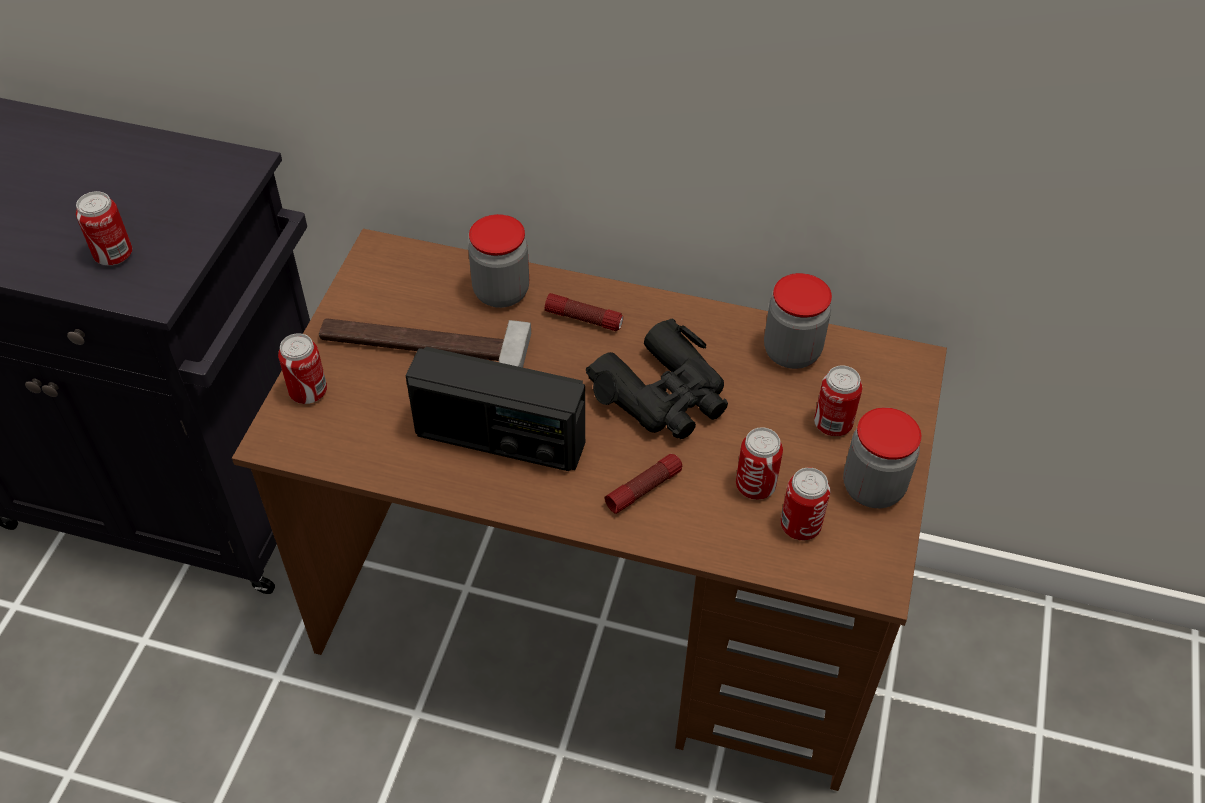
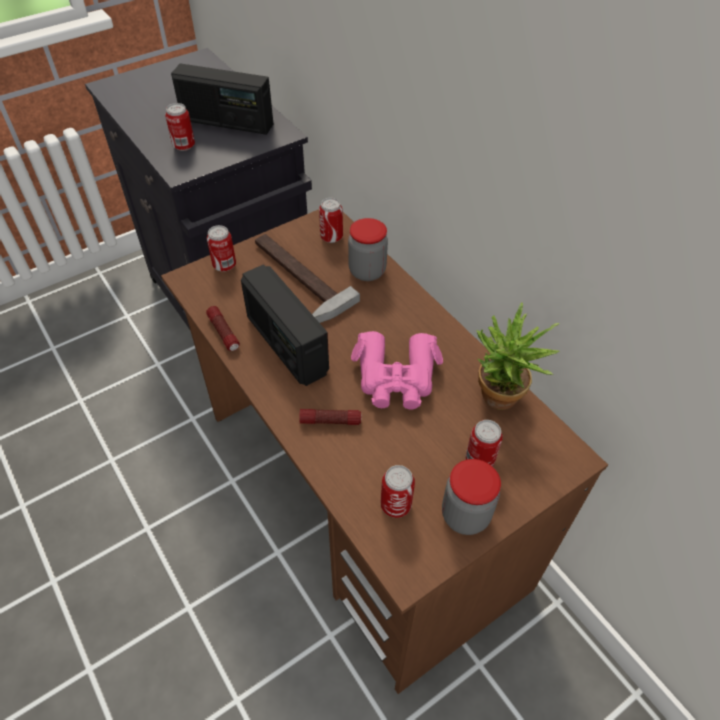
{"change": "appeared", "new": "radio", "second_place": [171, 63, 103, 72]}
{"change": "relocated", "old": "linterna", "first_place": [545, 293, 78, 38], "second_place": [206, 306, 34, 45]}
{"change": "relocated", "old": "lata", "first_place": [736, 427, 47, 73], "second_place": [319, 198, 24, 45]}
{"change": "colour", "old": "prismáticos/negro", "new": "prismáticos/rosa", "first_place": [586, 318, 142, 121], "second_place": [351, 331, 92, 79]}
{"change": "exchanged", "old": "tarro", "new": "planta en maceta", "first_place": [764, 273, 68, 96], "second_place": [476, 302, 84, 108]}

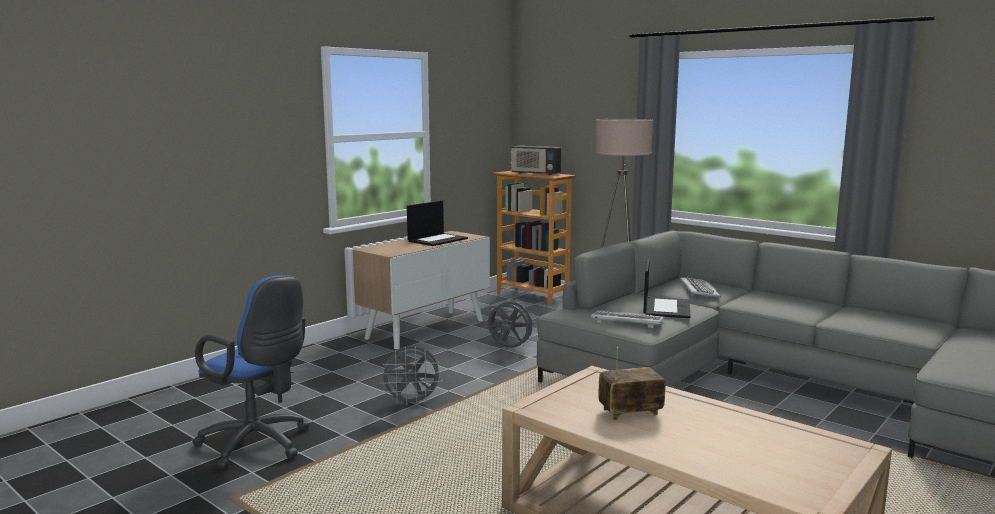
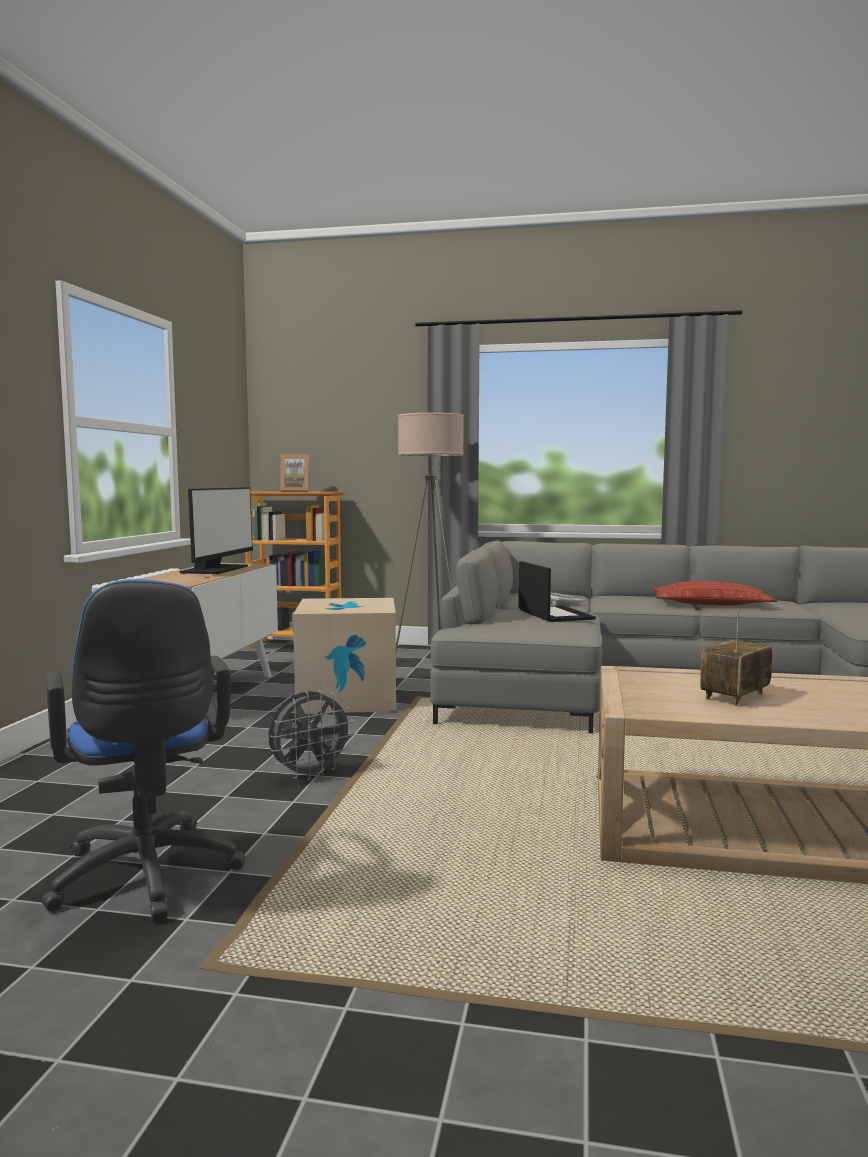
{"change": "spun", "old": "silla de oficina/azul", "first_place": [192, 275, 117, 194], "second_place": [41, 579, 204, 343], "degrees": 60}
{"change": "exchanged", "old": "portátil", "new": "monitor", "first_place": [407, 200, 61, 46], "second_place": [180, 487, 73, 87]}
{"change": "exchanged", "old": "radio", "new": "portarretratos", "first_place": [511, 146, 50, 29], "second_place": [280, 454, 28, 38]}
{"change": "exchanged", "old": "ventilador/gris", "new": "caja de cartón", "first_place": [488, 298, 48, 50], "second_place": [293, 598, 103, 116]}
{"change": "appeared", "new": "cojín", "second_place": [653, 581, 124, 24]}
{"change": "missing", "old": "teclado", "first_place": [590, 310, 74, 18]}

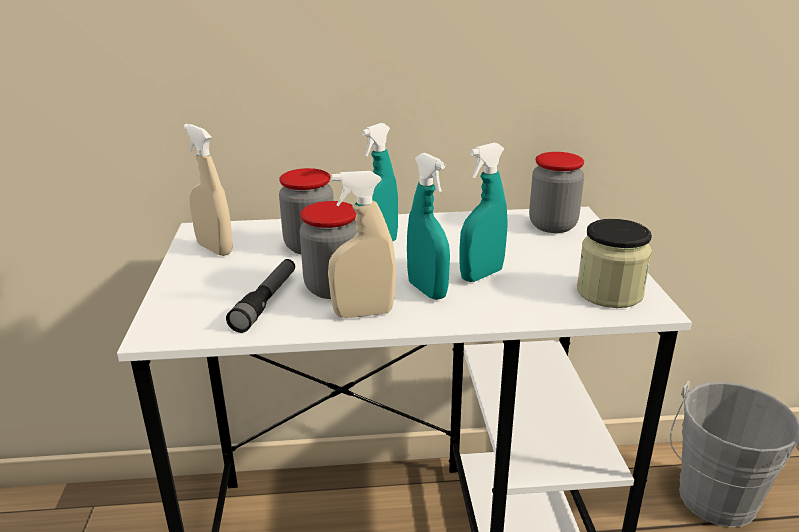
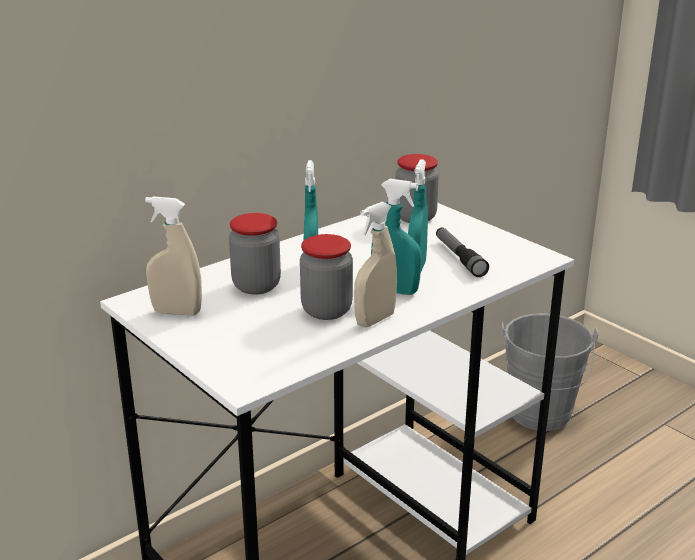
{"change": "relocated", "old": "linterna", "first_place": [226, 259, 69, 74], "second_place": [436, 227, 53, 50]}
{"change": "missing", "old": "tarro", "first_place": [577, 219, 75, 89]}

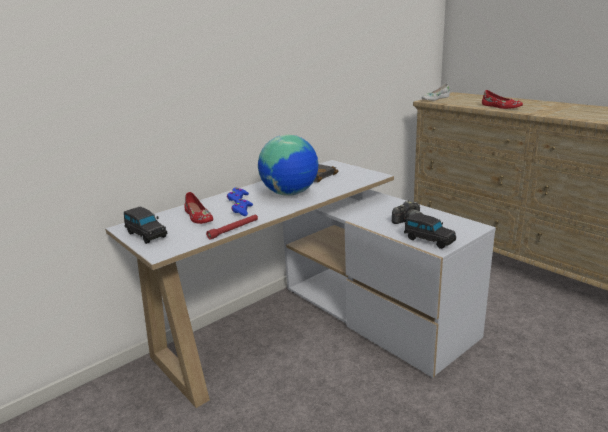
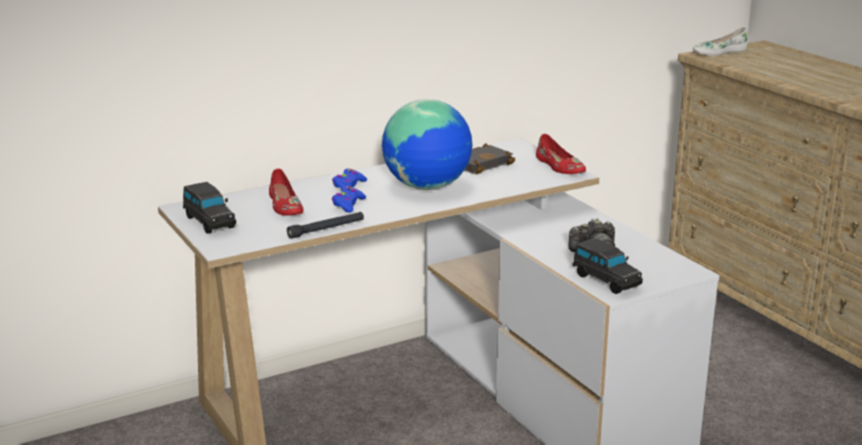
{"change": "colour", "old": "linterna/rojo", "new": "linterna/negro", "first_place": [206, 214, 52, 26], "second_place": [287, 212, 77, 27]}
{"change": "relocated", "old": "zapato/rojo", "first_place": [482, 90, 41, 19], "second_place": [536, 134, 50, 40]}

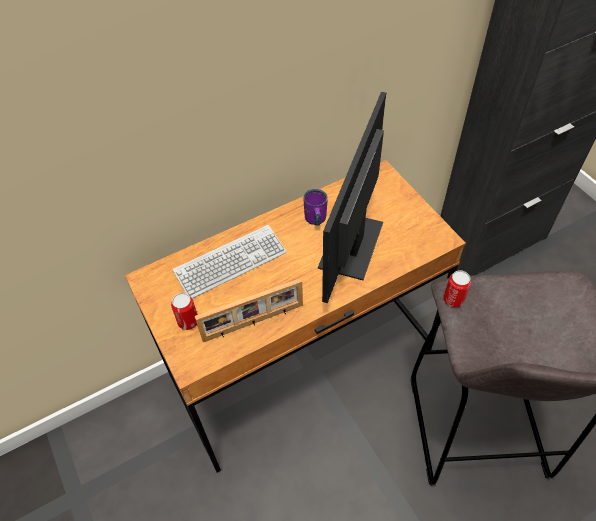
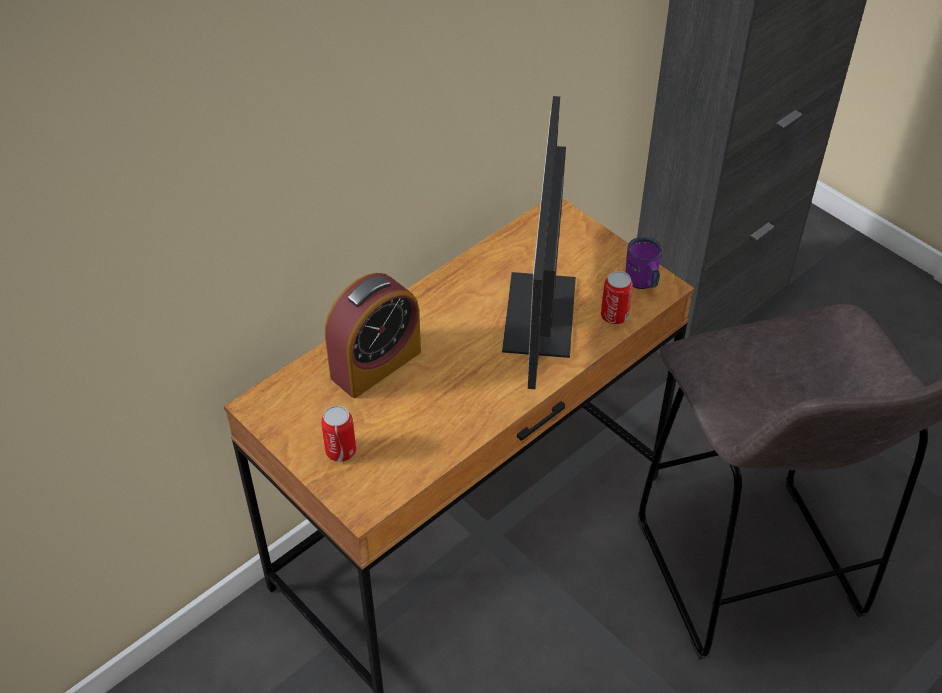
{"change": "exchanged", "old": "teclado", "new": "despertador", "first_place": [173, 225, 114, 73], "second_place": [325, 273, 96, 125]}
{"change": "relocated", "old": "lata", "first_place": [444, 270, 27, 38], "second_place": [601, 271, 32, 53]}
{"change": "relocated", "old": "taza grande/morado", "first_place": [303, 189, 25, 36], "second_place": [625, 237, 37, 52]}
{"change": "missing", "old": "portarretratos", "first_place": [195, 278, 108, 64]}

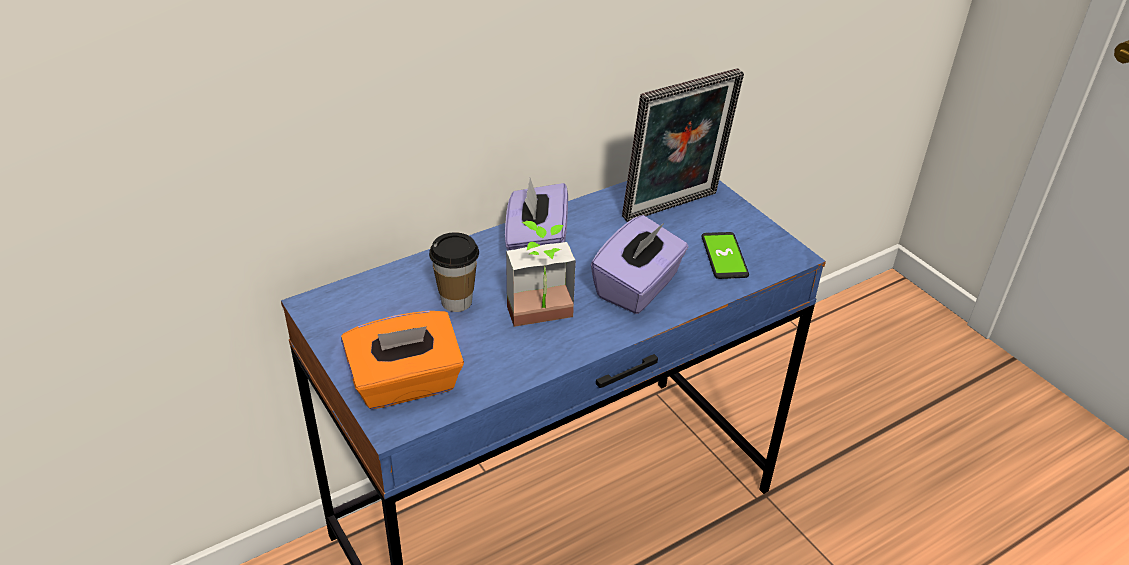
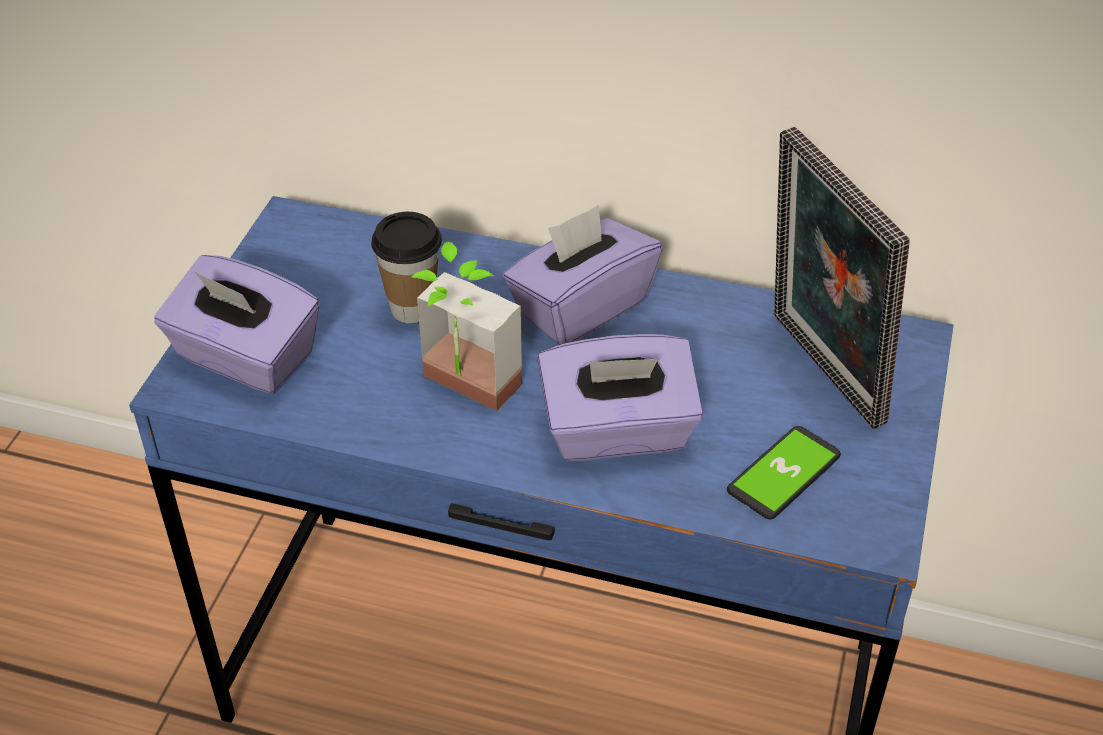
{"change": "colour", "old": "caja de pañuelos/naranja", "new": "caja de pañuelos/morado", "first_place": [341, 311, 123, 98], "second_place": [154, 255, 166, 139]}
{"change": "spun", "old": "portarretratos", "first_place": [622, 68, 122, 154], "second_place": [774, 126, 135, 303], "degrees": 45}

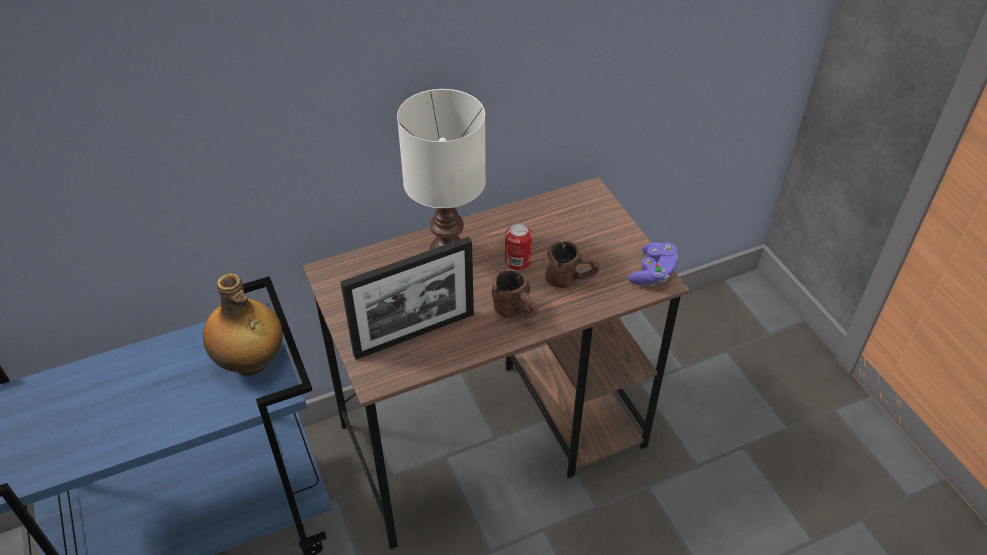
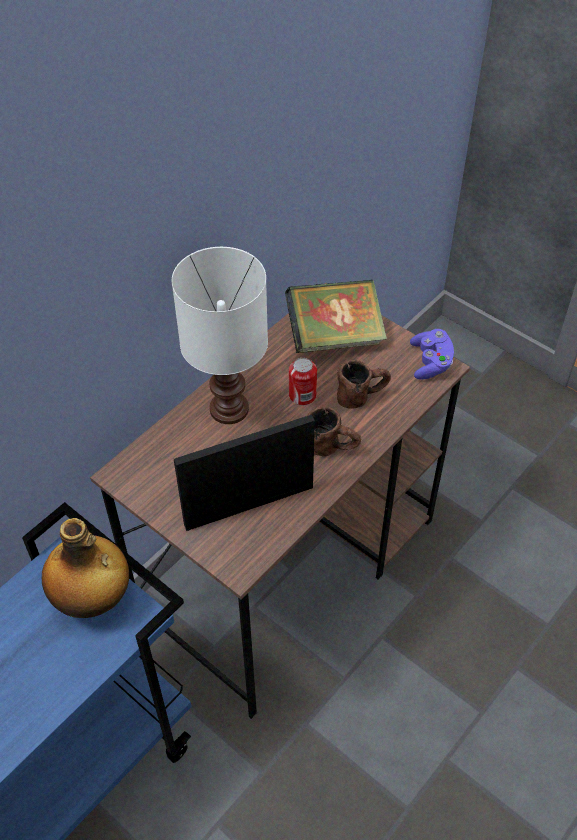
{"change": "spun", "old": "portarretratos", "first_place": [340, 237, 134, 123], "second_place": [174, 415, 141, 116], "degrees": -150}
{"change": "appeared", "new": "libro", "second_place": [285, 279, 102, 74]}

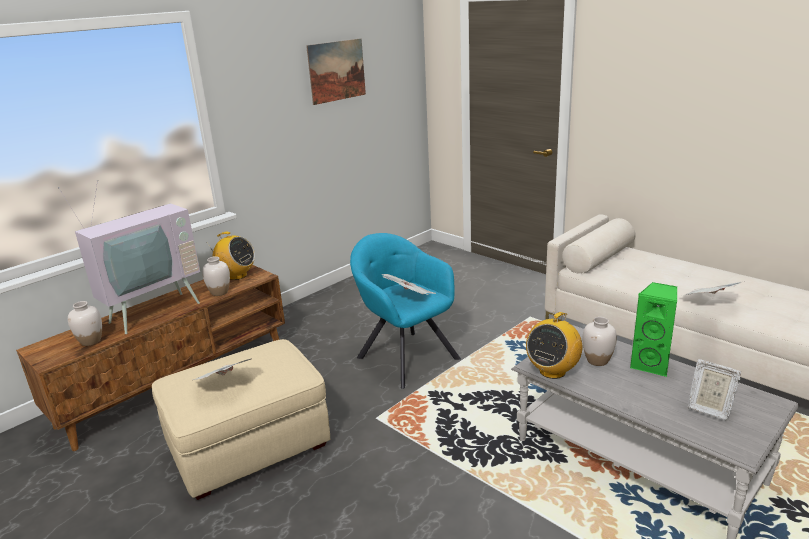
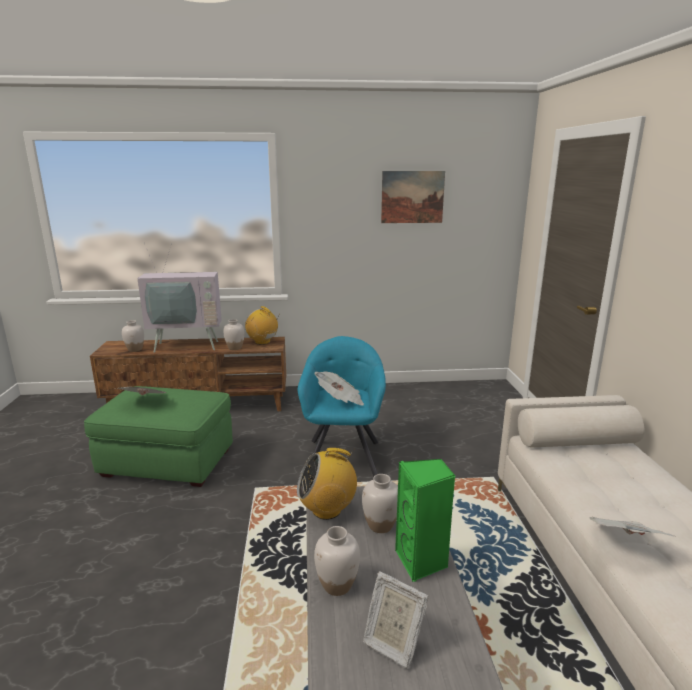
{"change": "colour", "old": "puf/beis", "new": "puf/verde", "first_place": [152, 339, 178, 161], "second_place": [84, 386, 149, 101]}
{"change": "spun", "old": "radio", "first_place": [206, 232, 49, 48], "second_place": [245, 306, 35, 39], "degrees": 150}
{"change": "appeared", "new": "florero/blanco", "second_place": [314, 526, 46, 70]}
{"change": "spun", "old": "portarretratos", "first_place": [688, 359, 53, 62], "second_place": [363, 571, 65, 98], "degrees": -45}

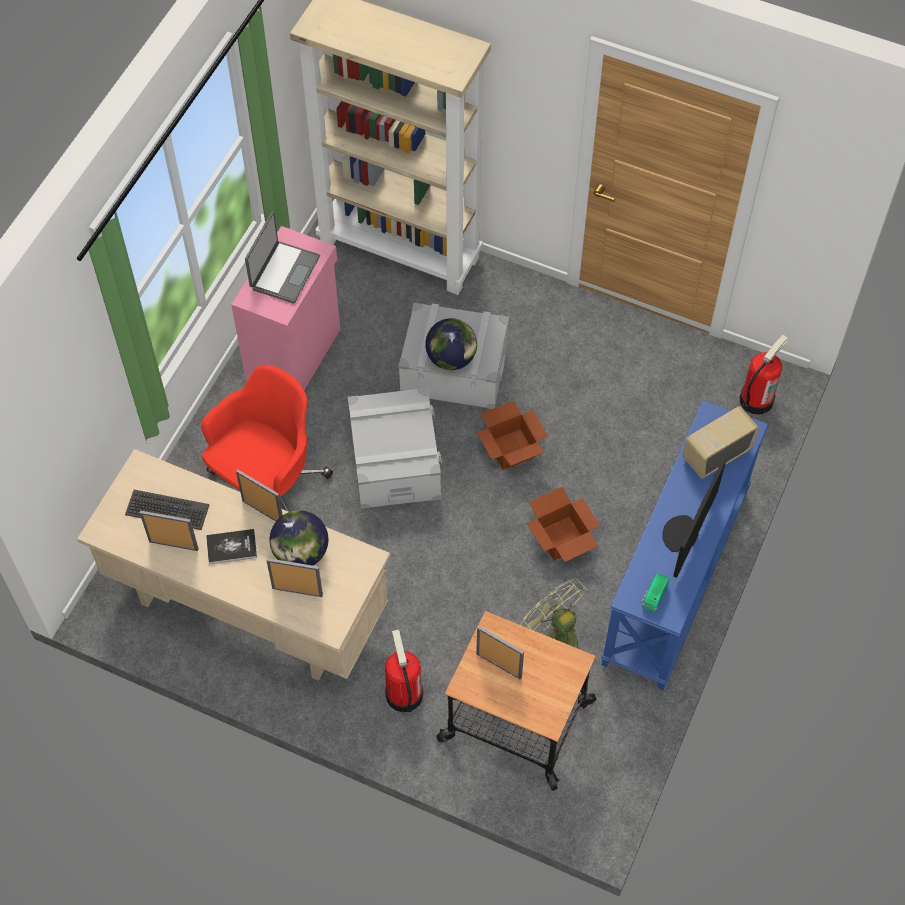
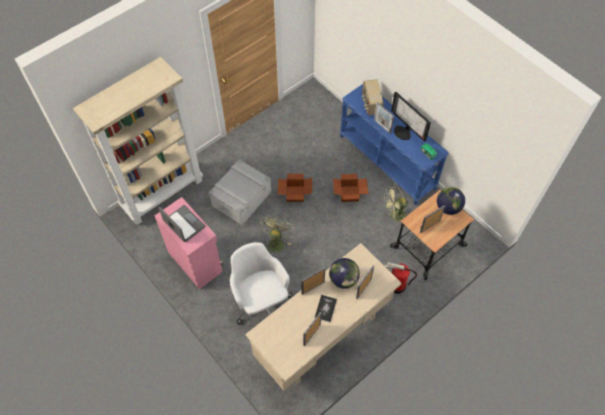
{"change": "colour", "old": "silla de oficina/rojo", "new": "silla de oficina/blanco", "first_place": [201, 365, 132, 147], "second_place": [230, 242, 63, 83]}
{"change": "exchanged", "old": "caja de almacenaje/gris", "new": "ventilador/verde", "first_place": [348, 387, 94, 122], "second_place": [260, 216, 35, 38]}
{"change": "appeared", "new": "portarretratos", "second_place": [374, 102, 20, 32]}
{"change": "relocated", "old": "globo terráqueo", "first_place": [425, 318, 52, 52], "second_place": [437, 187, 28, 28]}
{"change": "missing", "old": "teclado", "first_place": [125, 490, 84, 40]}
{"change": "missing", "old": "extintor", "first_place": [739, 335, 49, 80]}

